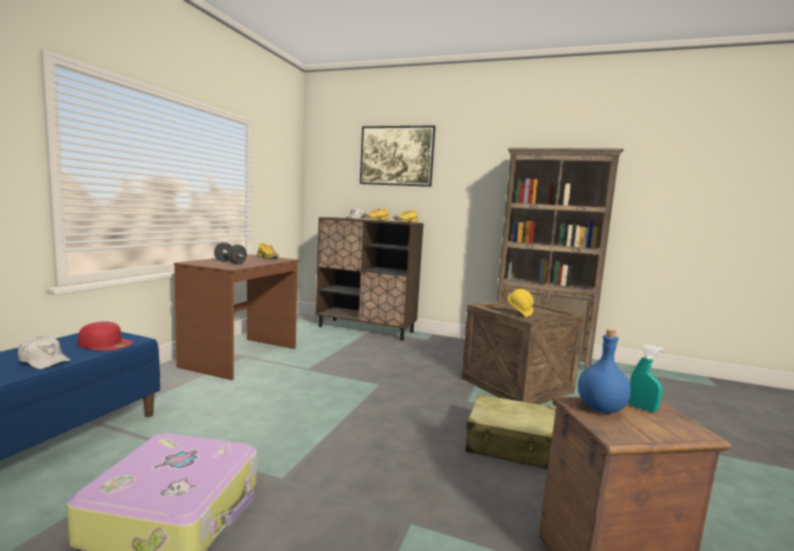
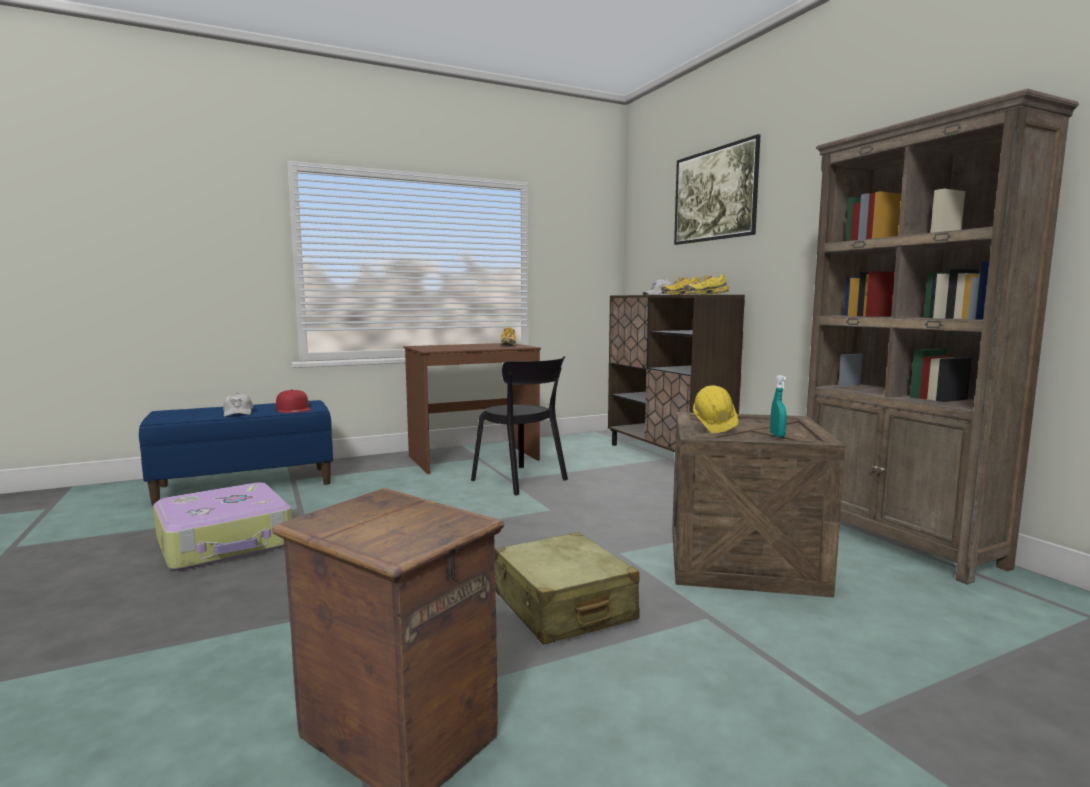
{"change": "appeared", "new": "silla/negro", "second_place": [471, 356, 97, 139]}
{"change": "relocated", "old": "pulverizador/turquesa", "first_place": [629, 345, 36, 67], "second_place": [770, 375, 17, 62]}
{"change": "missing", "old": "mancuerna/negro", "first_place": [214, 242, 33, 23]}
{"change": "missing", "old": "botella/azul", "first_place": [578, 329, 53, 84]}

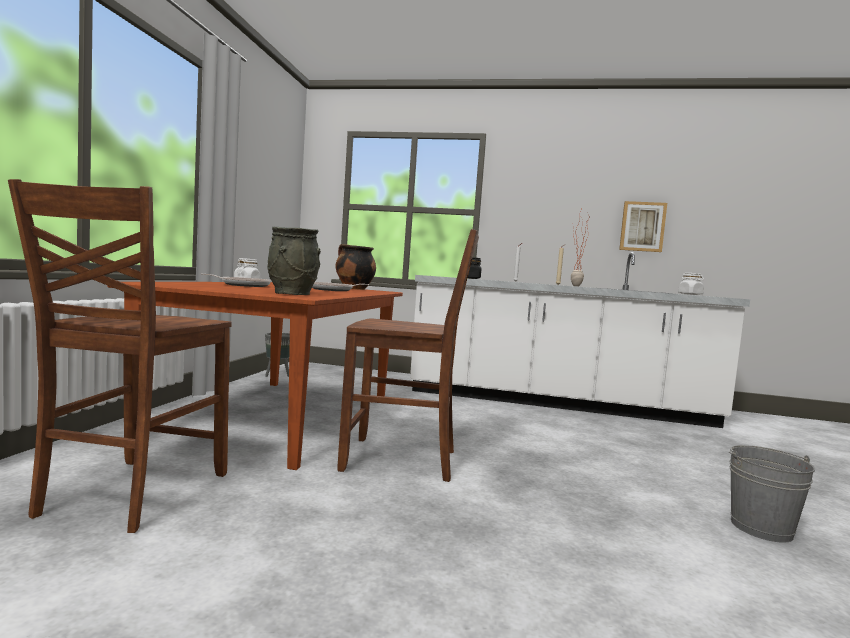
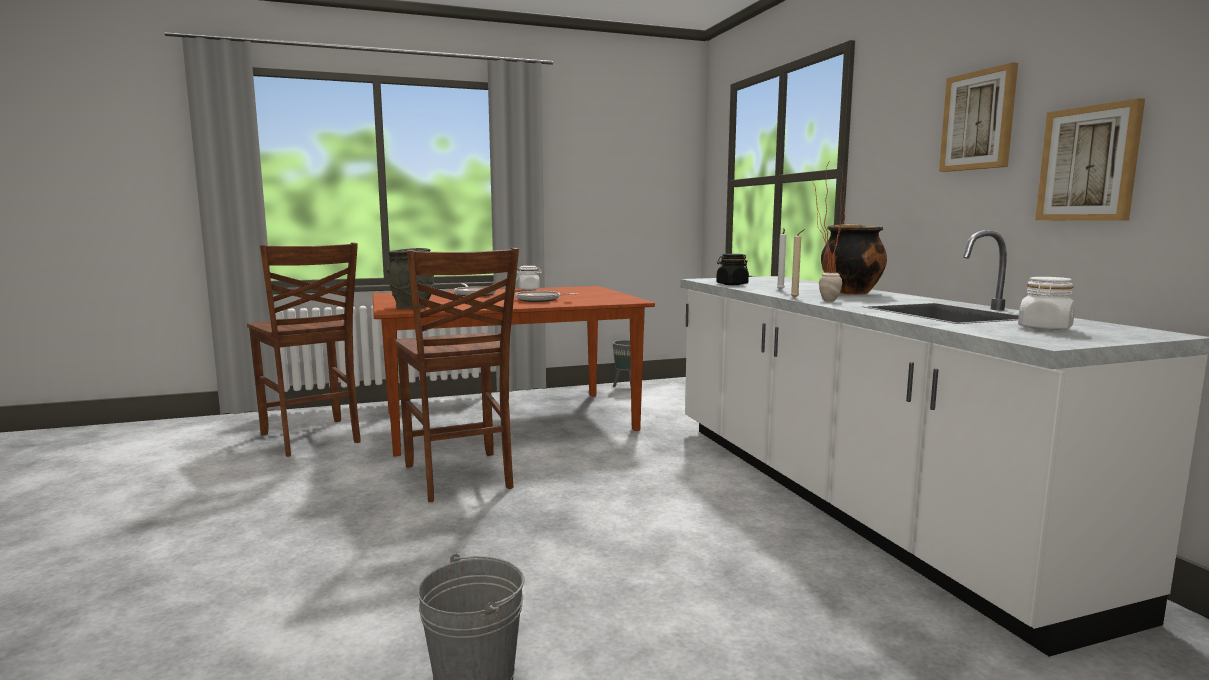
{"change": "spun", "old": "silla/marrón", "first_place": [8, 179, 224, 354], "second_place": [247, 242, 114, 215], "degrees": -105}
{"change": "relocated", "old": "olla", "first_place": [336, 244, 40, 46], "second_place": [821, 224, 66, 71]}
{"change": "appeared", "new": "cuadro", "second_place": [939, 62, 79, 110]}

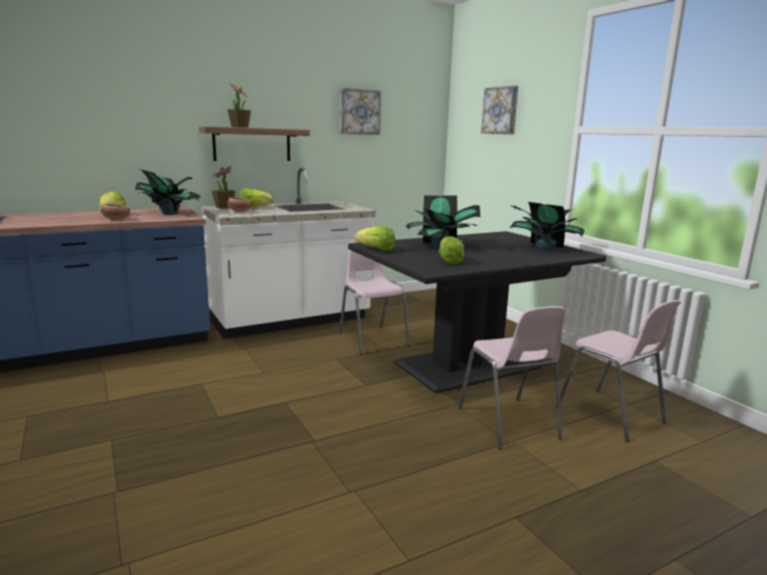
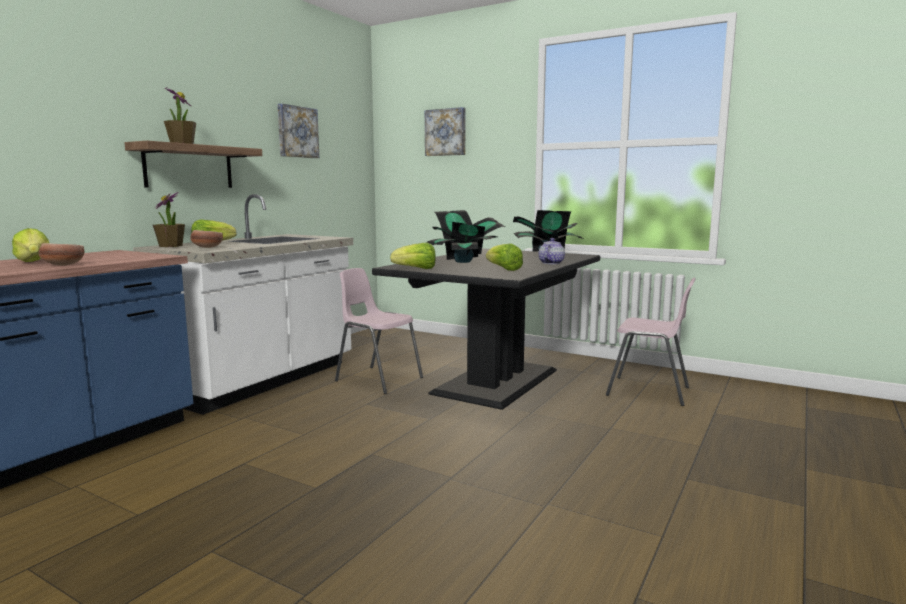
{"change": "appeared", "new": "tetera", "second_place": [539, 238, 26, 26]}
{"change": "missing", "old": "planta en maceta", "first_place": [135, 169, 66, 46]}
{"change": "missing", "old": "silla/rosa", "first_place": [458, 306, 108, 143]}

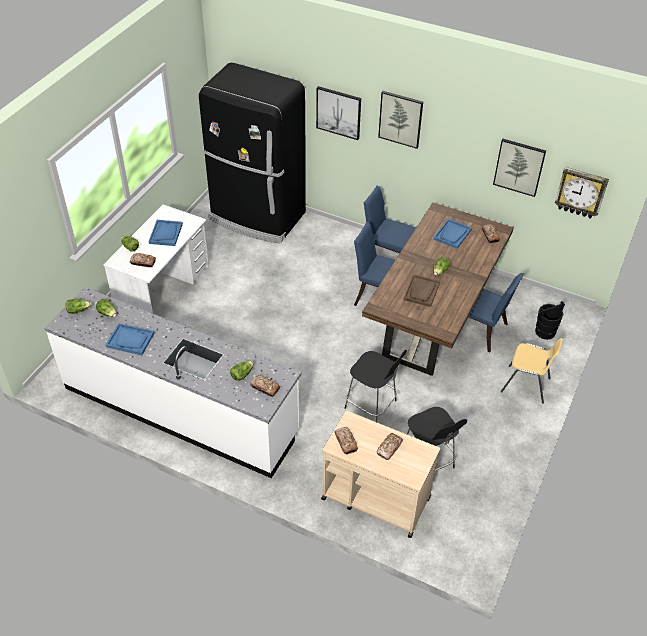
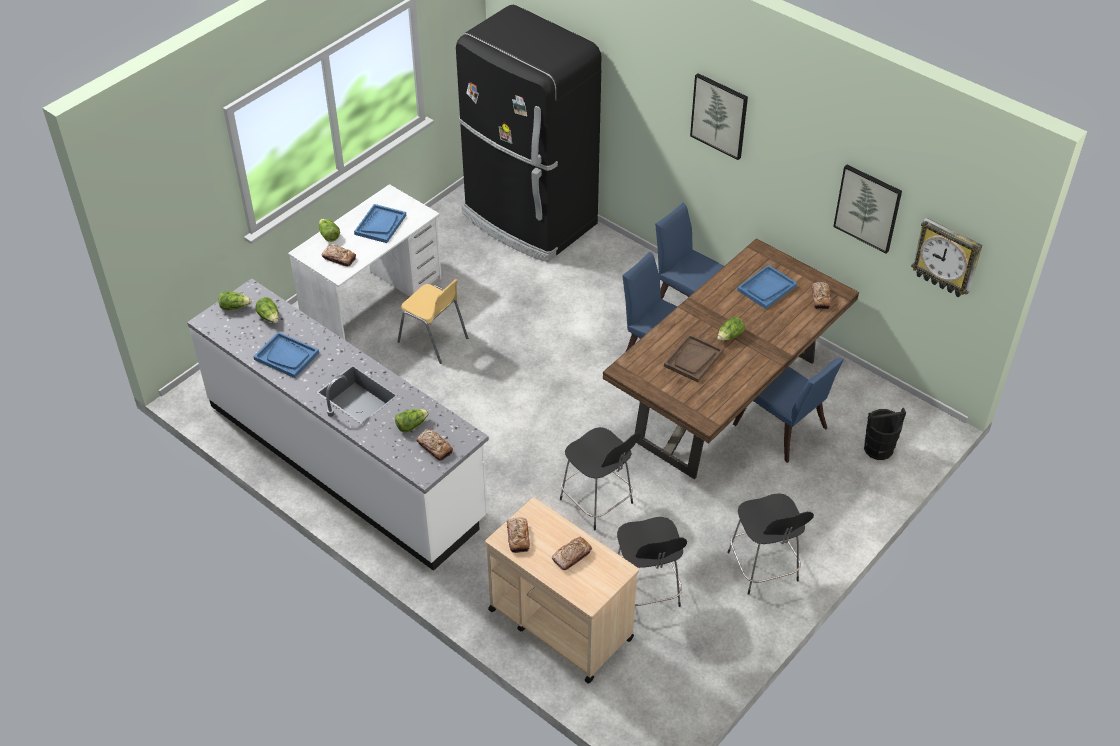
{"change": "relocated", "old": "silla/amarillo", "first_place": [501, 338, 62, 66], "second_place": [397, 279, 71, 85]}
{"change": "appeared", "new": "taburete/negro", "second_place": [727, 493, 87, 102]}
{"change": "missing", "old": "cuadro", "first_place": [316, 86, 45, 54]}

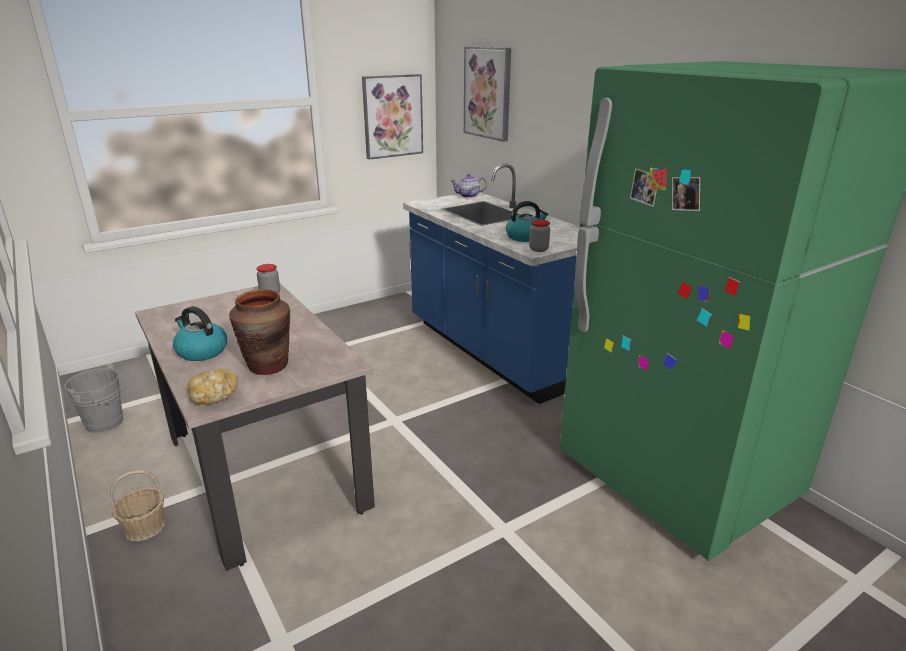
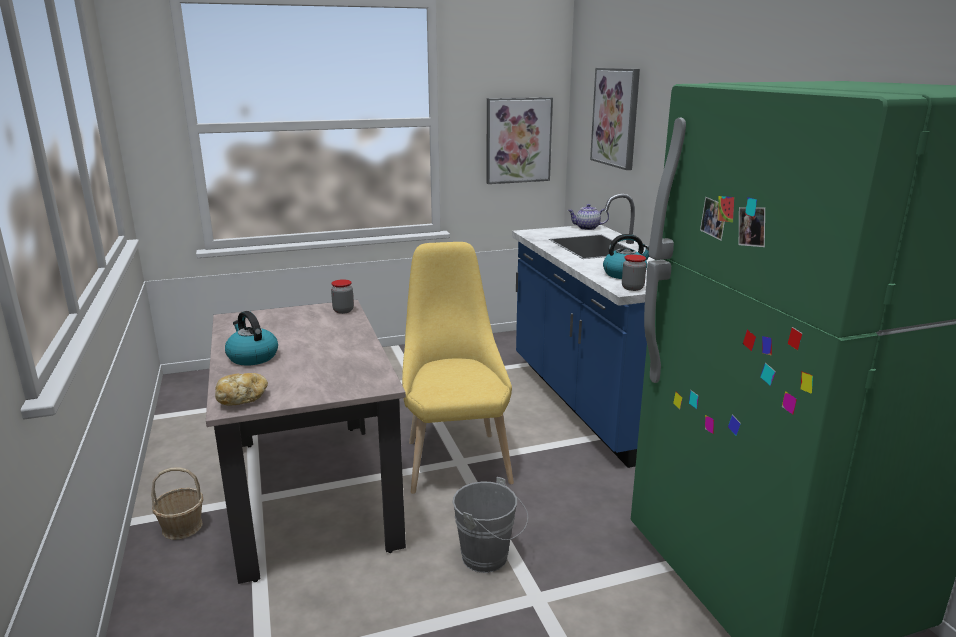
{"change": "appeared", "new": "silla/amarillo", "second_place": [402, 242, 112, 252]}
{"change": "relocated", "old": "cubo/gris", "first_place": [64, 363, 66, 70], "second_place": [452, 477, 76, 96]}
{"change": "missing", "old": "florero/marrón", "first_place": [229, 289, 61, 86]}

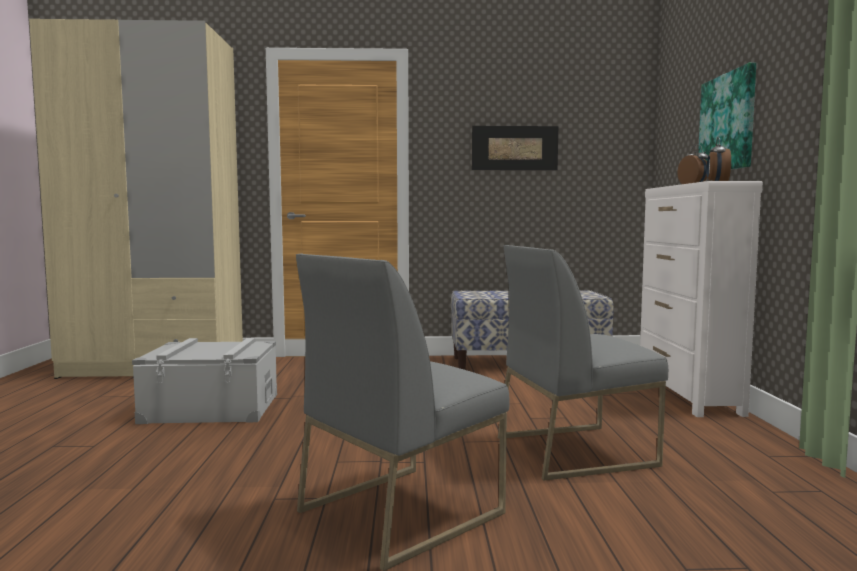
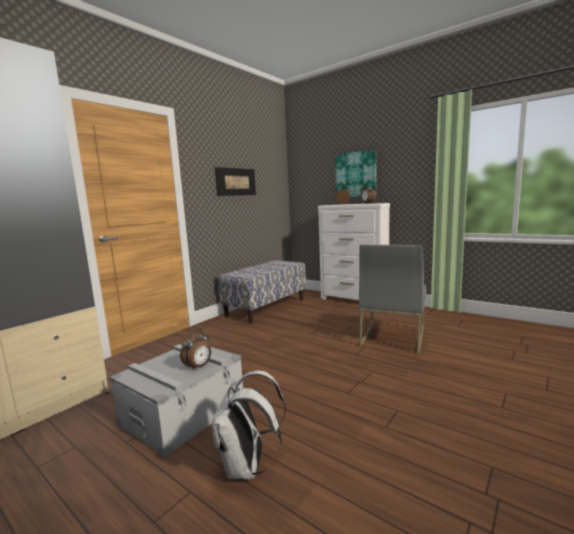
{"change": "appeared", "new": "despertador", "second_place": [180, 329, 31, 42]}
{"change": "appeared", "new": "mochila/blanco", "second_place": [212, 371, 74, 109]}
{"change": "missing", "old": "silla/gris", "first_place": [296, 254, 213, 317]}

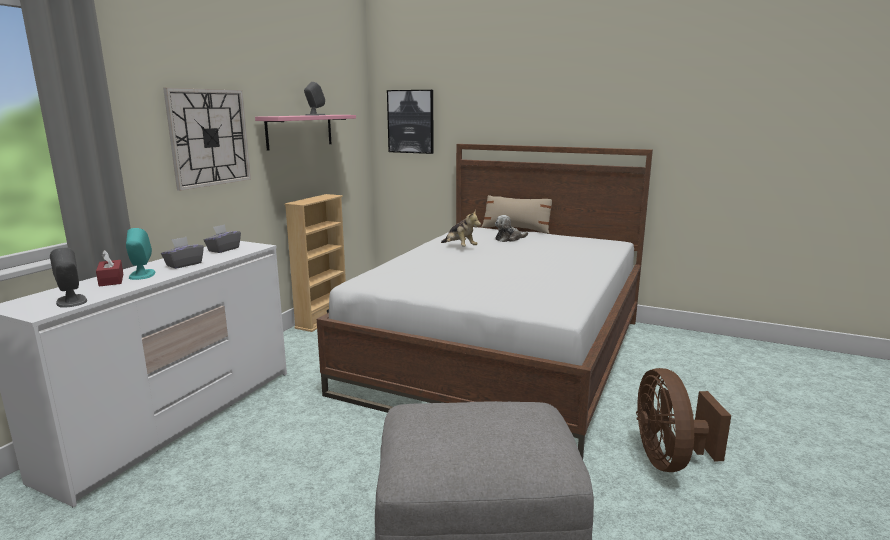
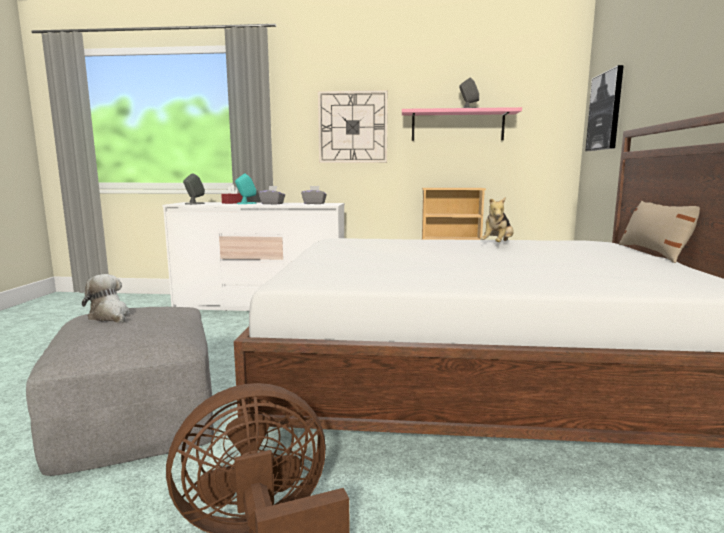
{"change": "relocated", "old": "peluche", "first_place": [495, 215, 33, 27], "second_place": [82, 274, 48, 49]}

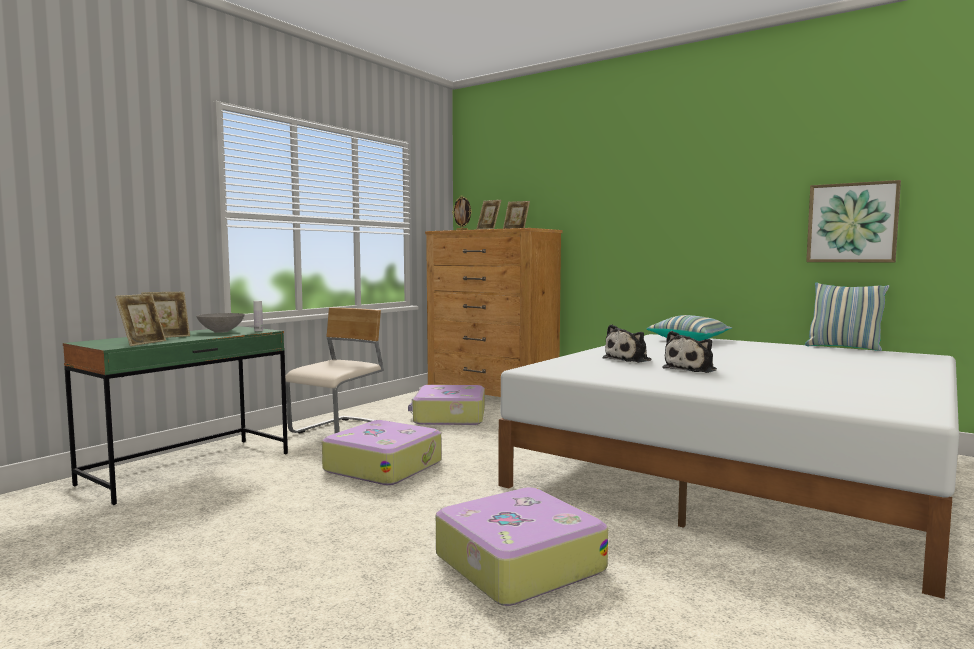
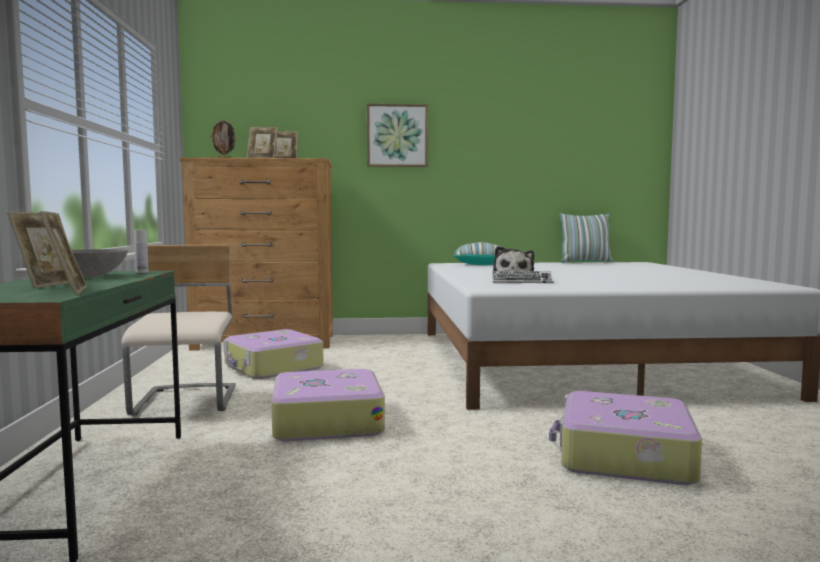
{"change": "relocated", "old": "cuadro", "first_place": [806, 180, 95, 82], "second_place": [367, 104, 61, 63]}
{"change": "appeared", "new": "teclado", "second_place": [492, 271, 62, 12]}
{"change": "missing", "old": "peluche", "first_place": [662, 331, 55, 42]}

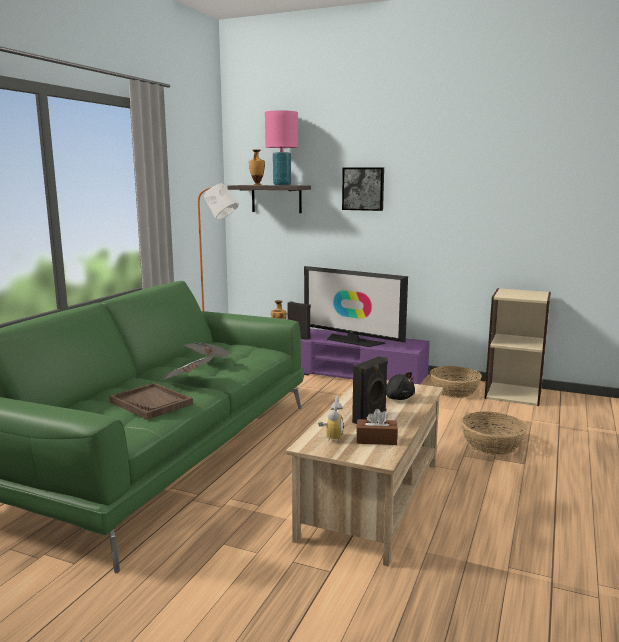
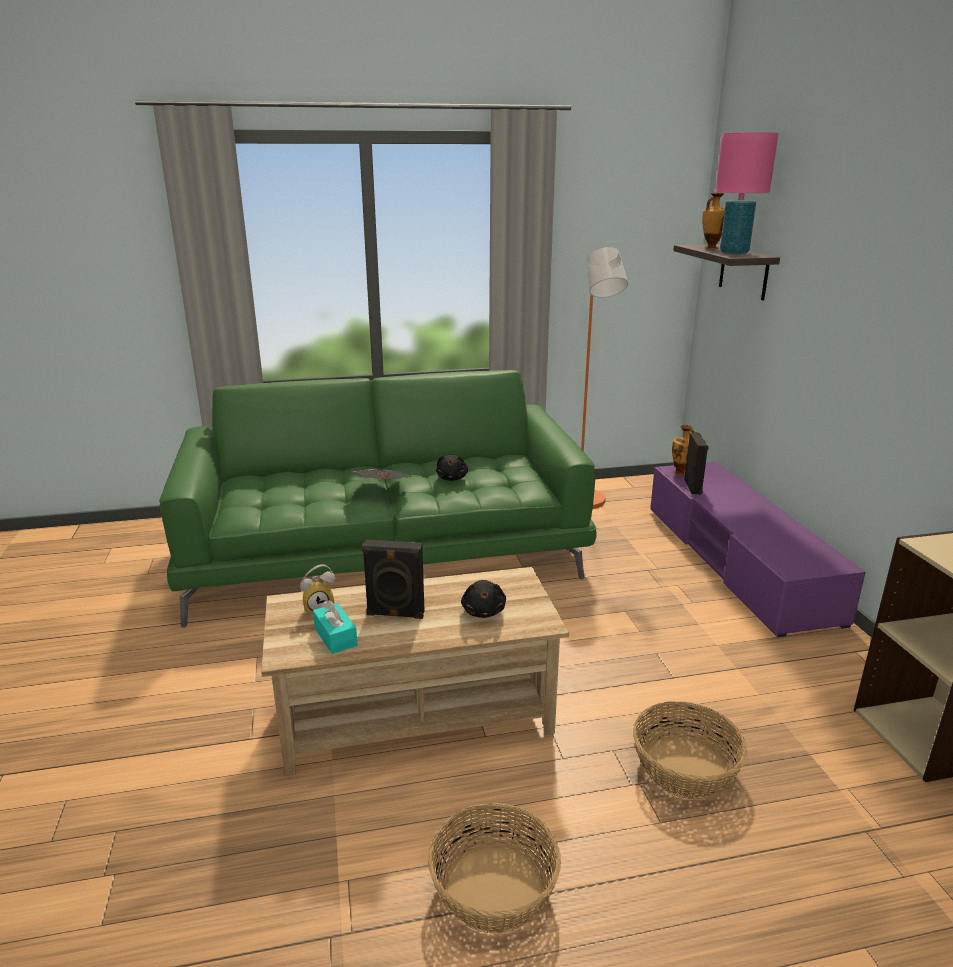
{"change": "colour", "old": "caja de pañuelos/marrón", "new": "caja de pañuelos/turquesa", "first_place": [356, 409, 42, 36], "second_place": [313, 600, 45, 54]}
{"change": "relocated", "old": "cesta", "first_place": [430, 366, 52, 32], "second_place": [428, 803, 133, 131]}
{"change": "exchanged", "old": "periódico", "new": "peluche/negro", "first_place": [183, 343, 48, 14], "second_place": [436, 455, 32, 26]}
{"change": "missing", "old": "bandeja/marrón", "first_place": [109, 383, 84, 37]}
{"change": "missing", "old": "televisor", "first_place": [304, 266, 104, 81]}
{"change": "missing", "old": "cuadro", "first_place": [342, 167, 42, 44]}

